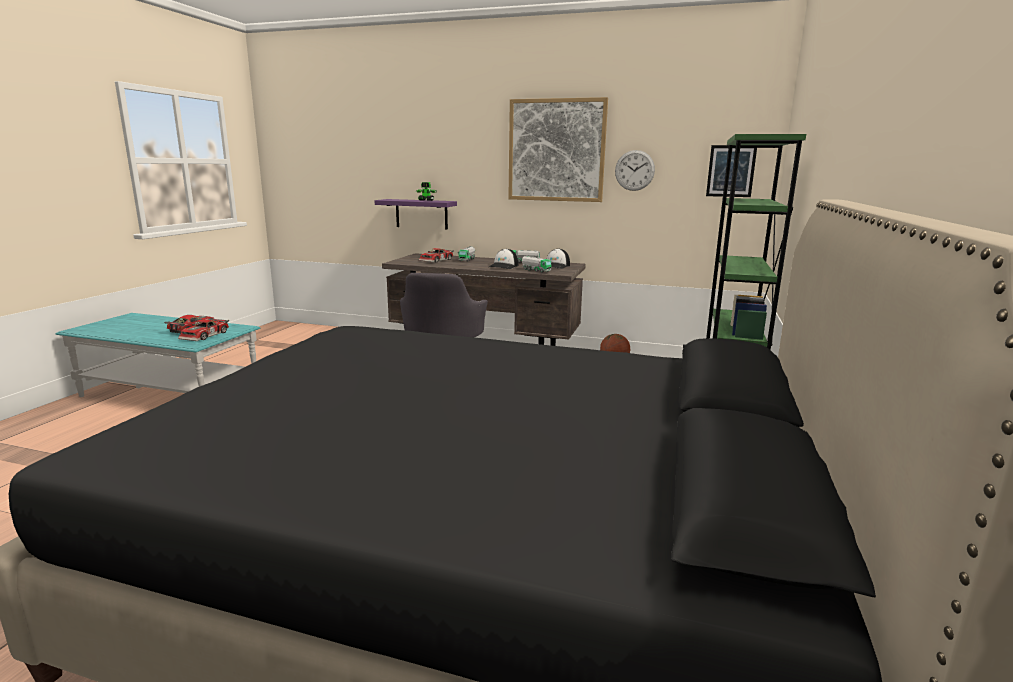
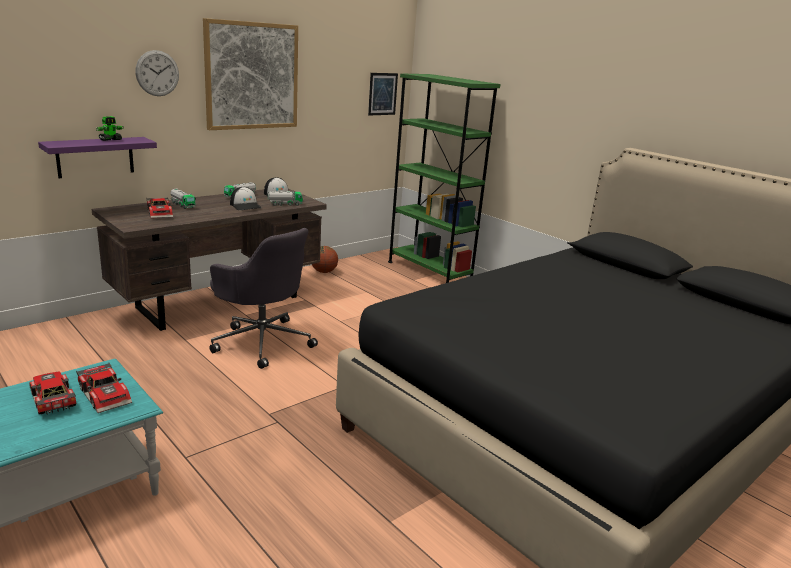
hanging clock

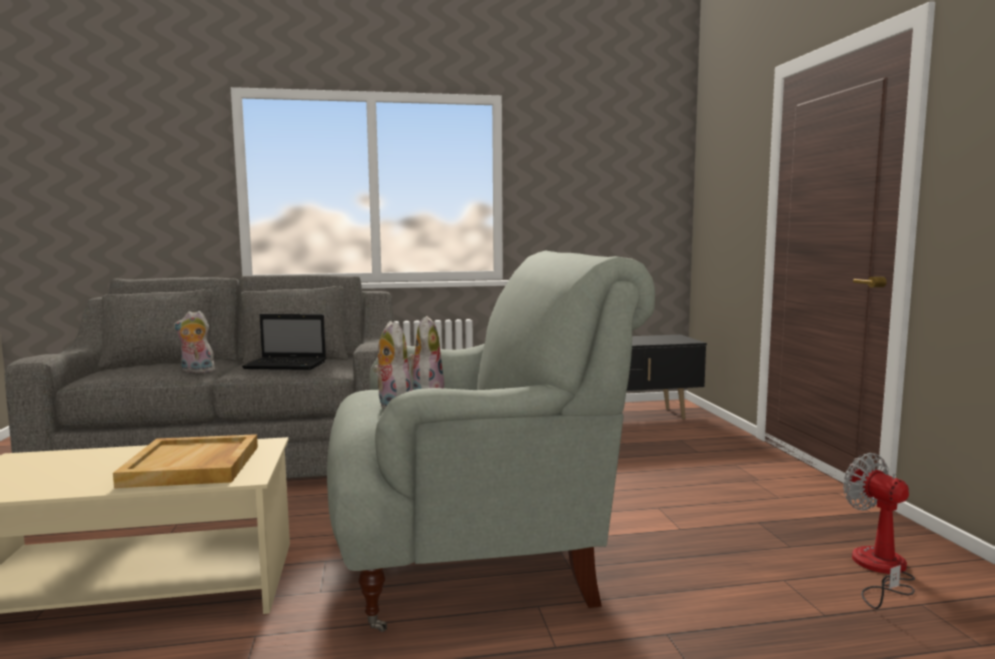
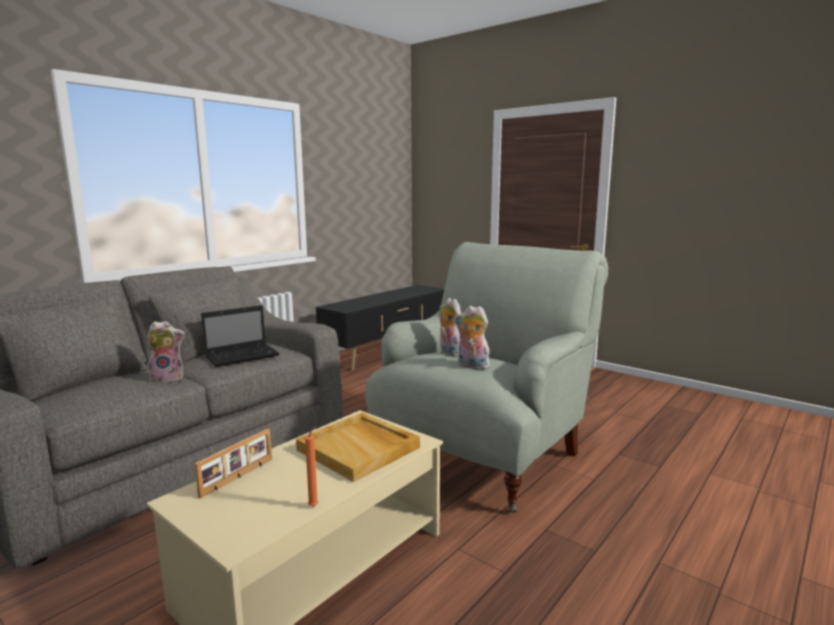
soft toy (1st from left)
fan
standing frame
orange wax light

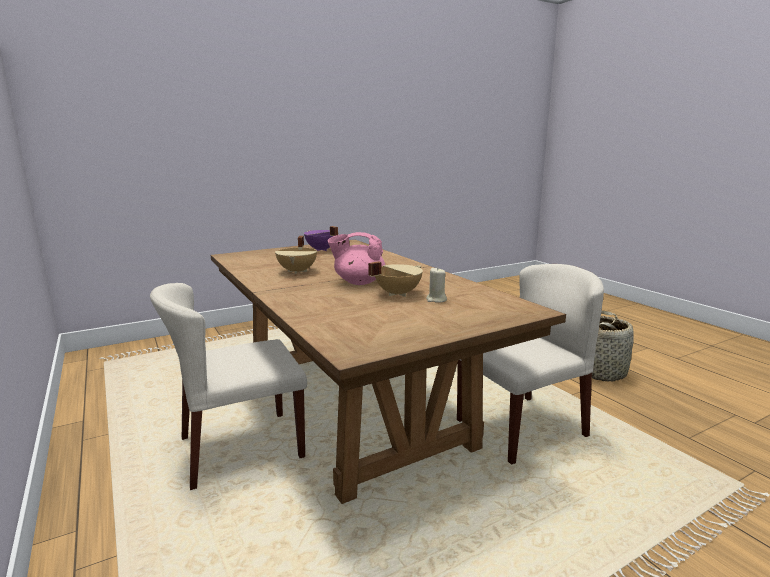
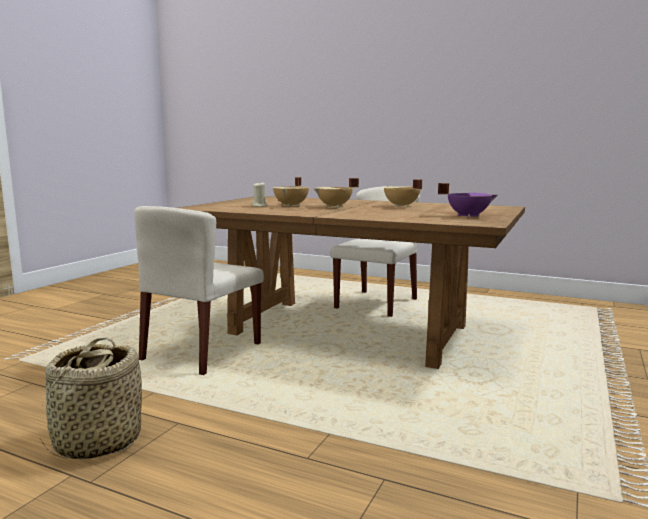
beige-coloured saucepot (2nd from left)

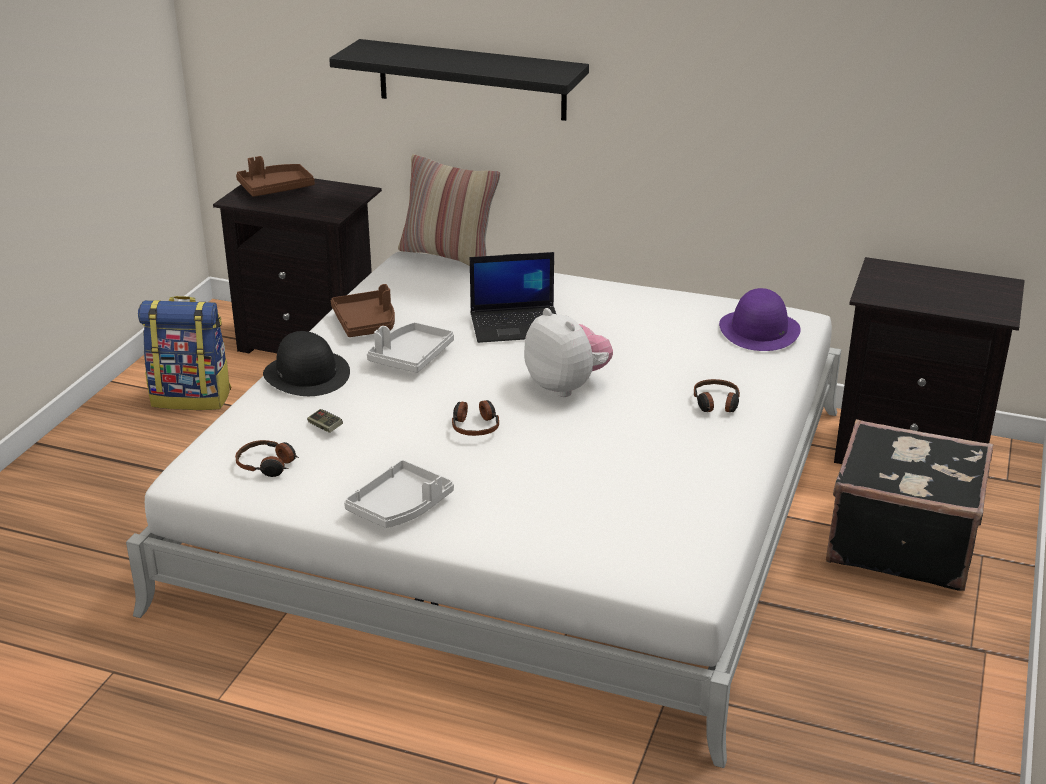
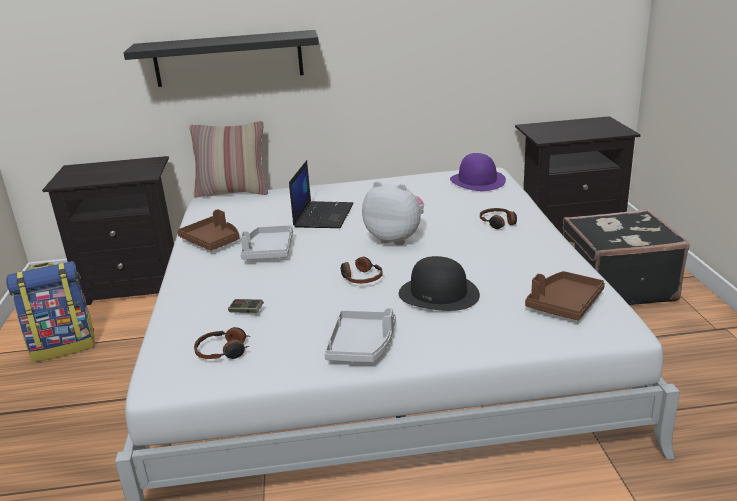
brown-coloured carrying tray (2nd from left)
blackish hat
laptop

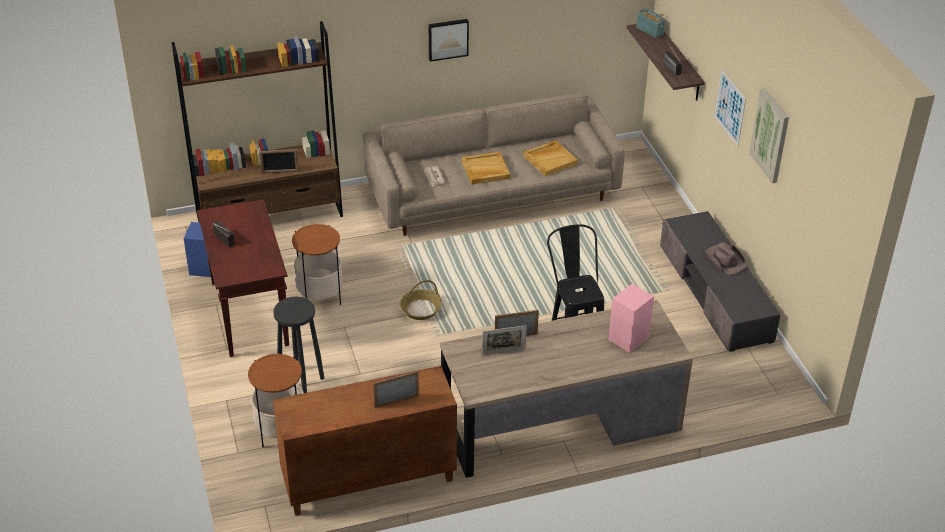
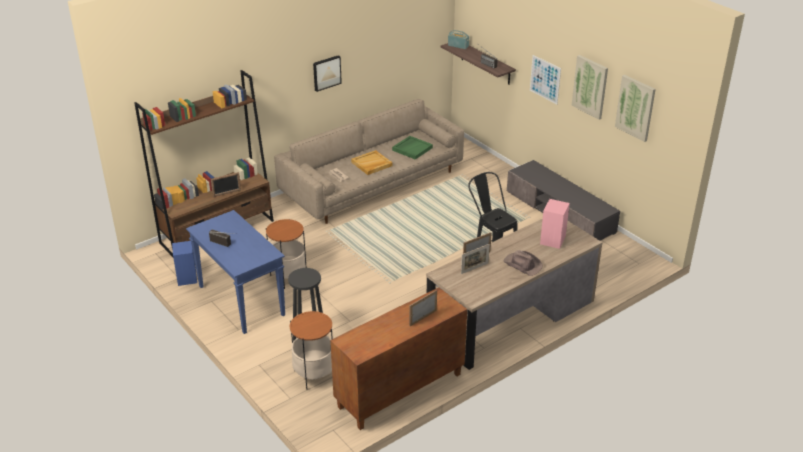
blue-coloured narrow table
basket
green carrying tray
brown-coloured hat
wall art (4th from left)

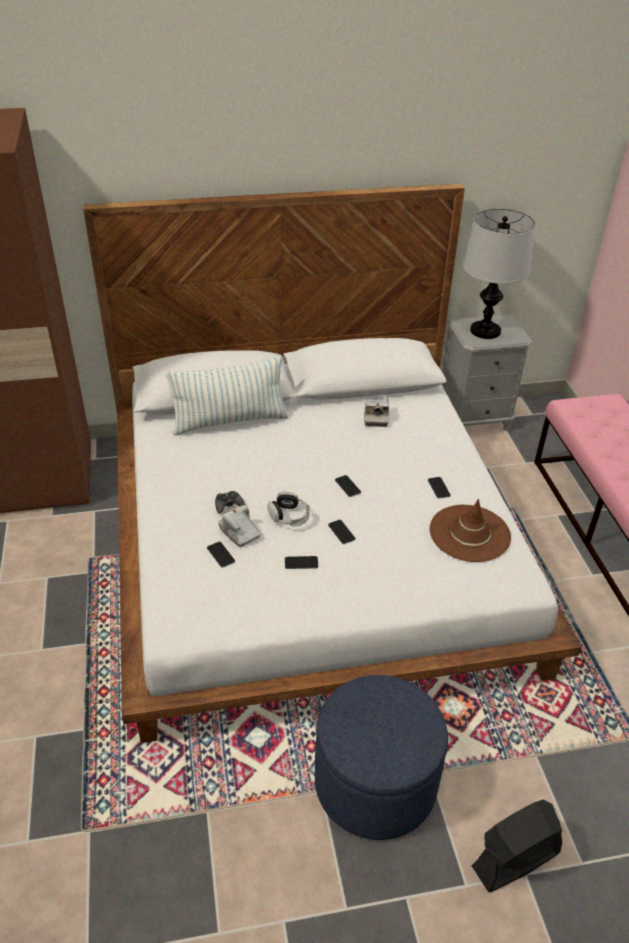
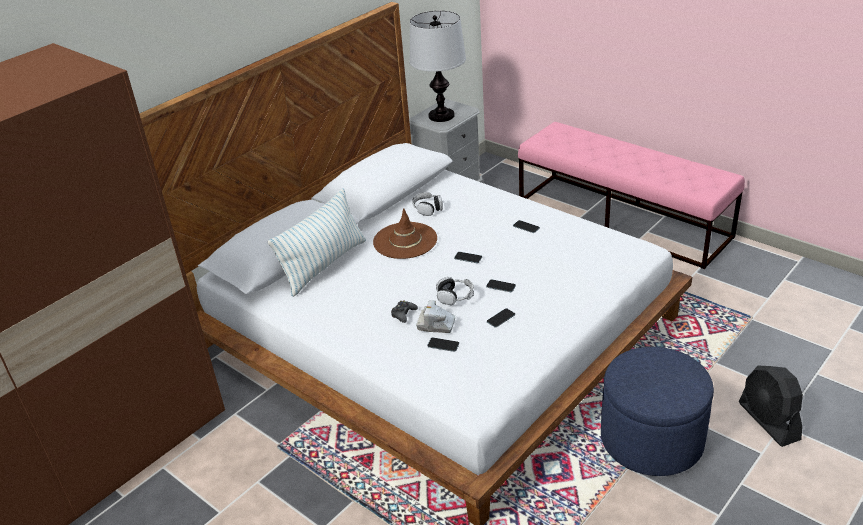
pair of headphones (1st from left)
brown-coloured hat
blackish fan

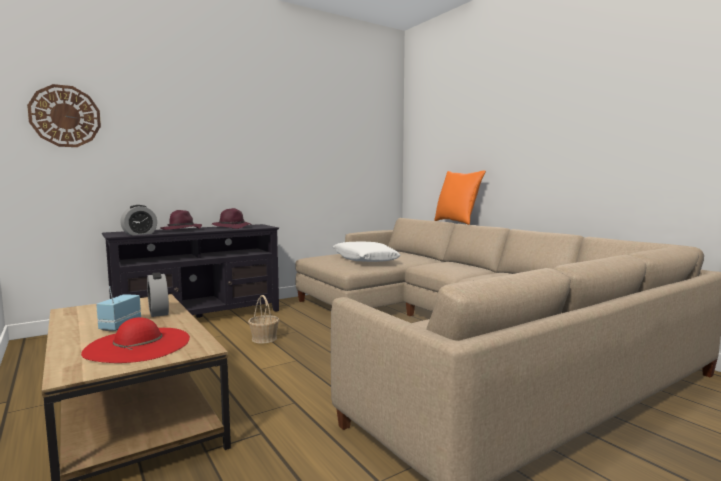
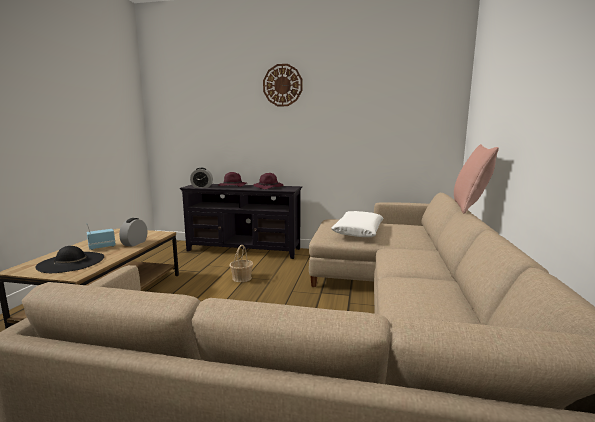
hanging clock
blackish hat
pink cushion

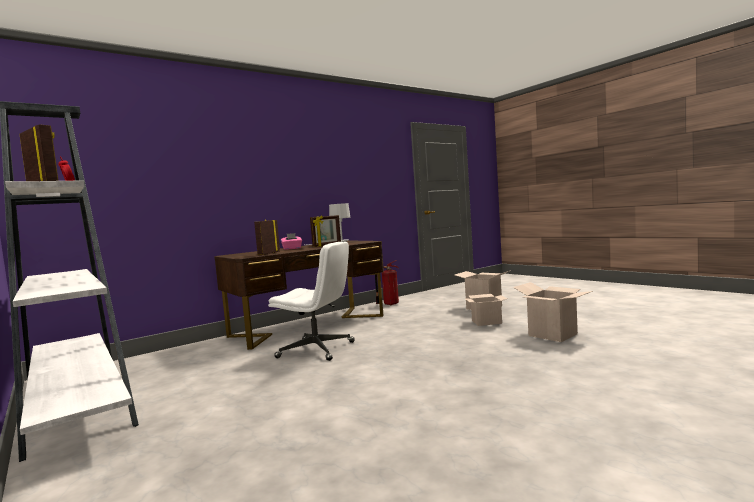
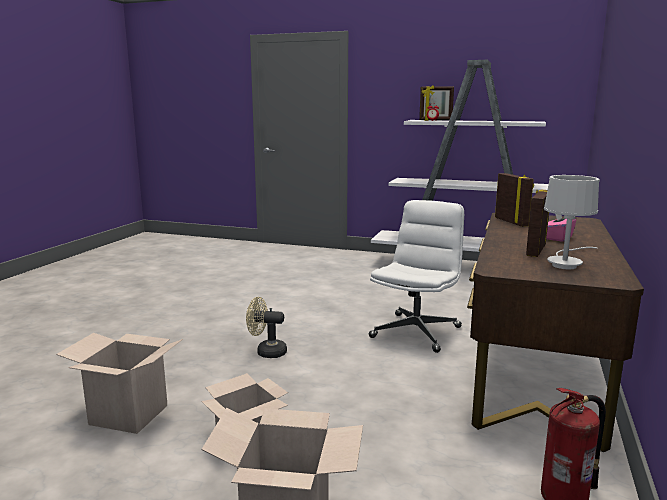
white-coloured office chair
beige-coloured fan

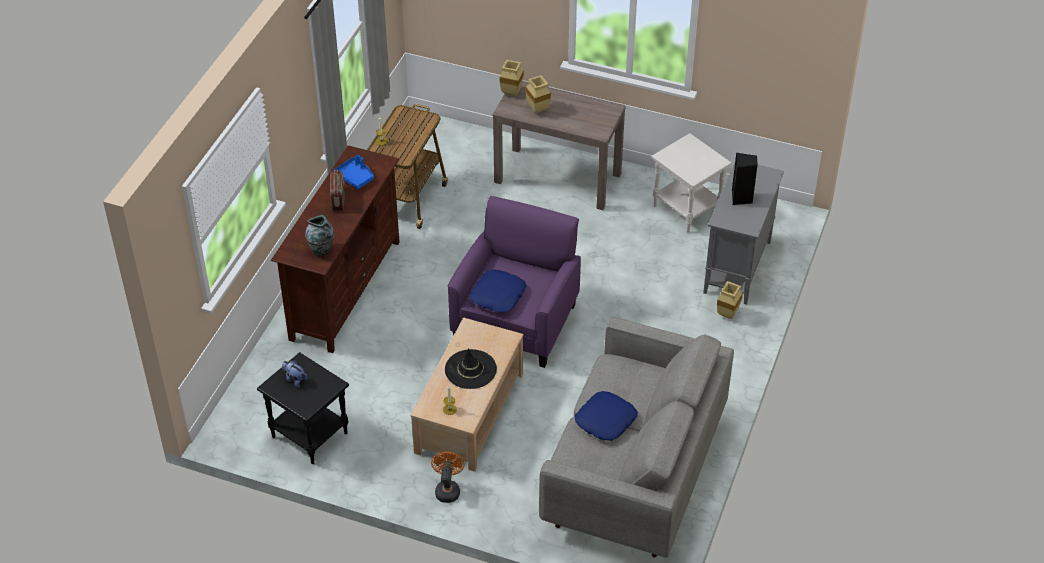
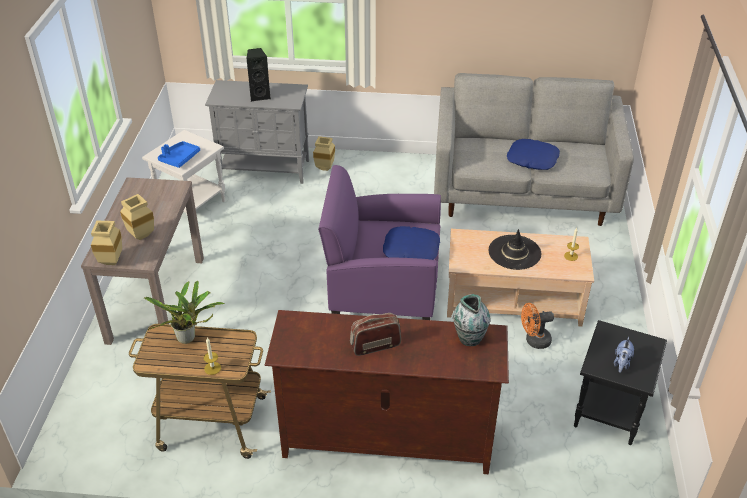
blue-coloured carrying tray
orange fan
potted plant

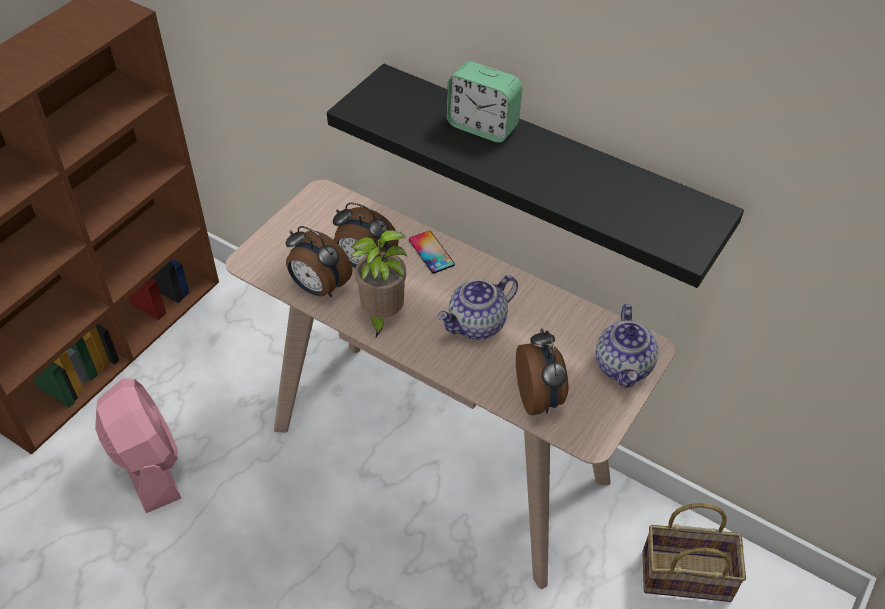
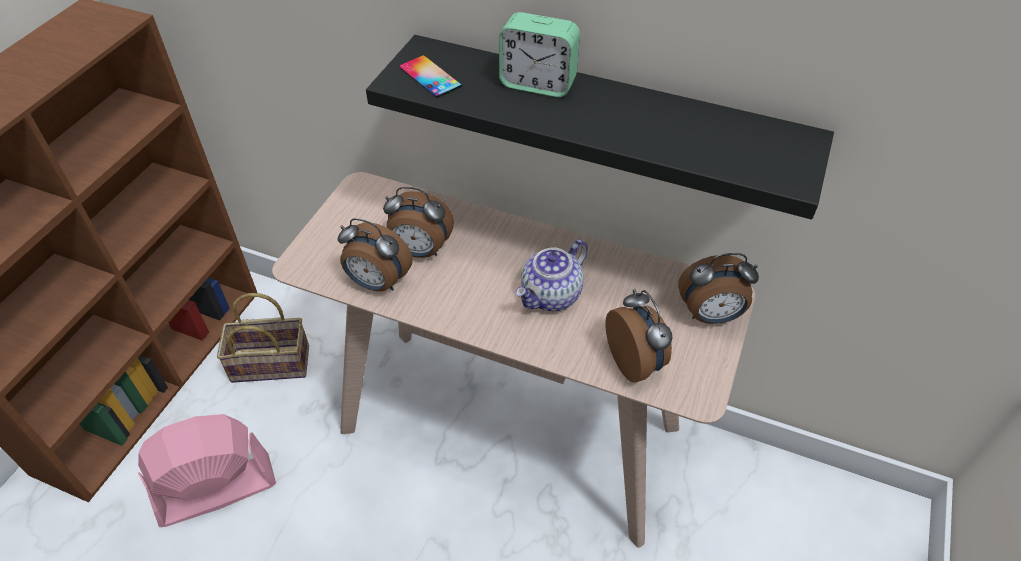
pink fan
potted plant
phone
alarm clock (5th from left)
basket

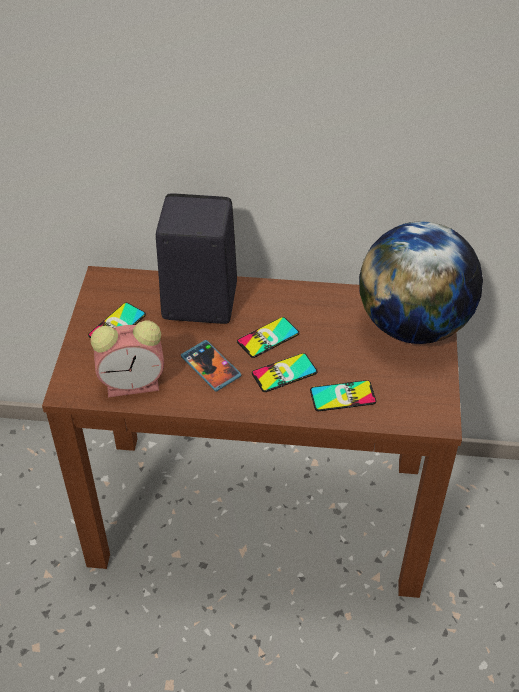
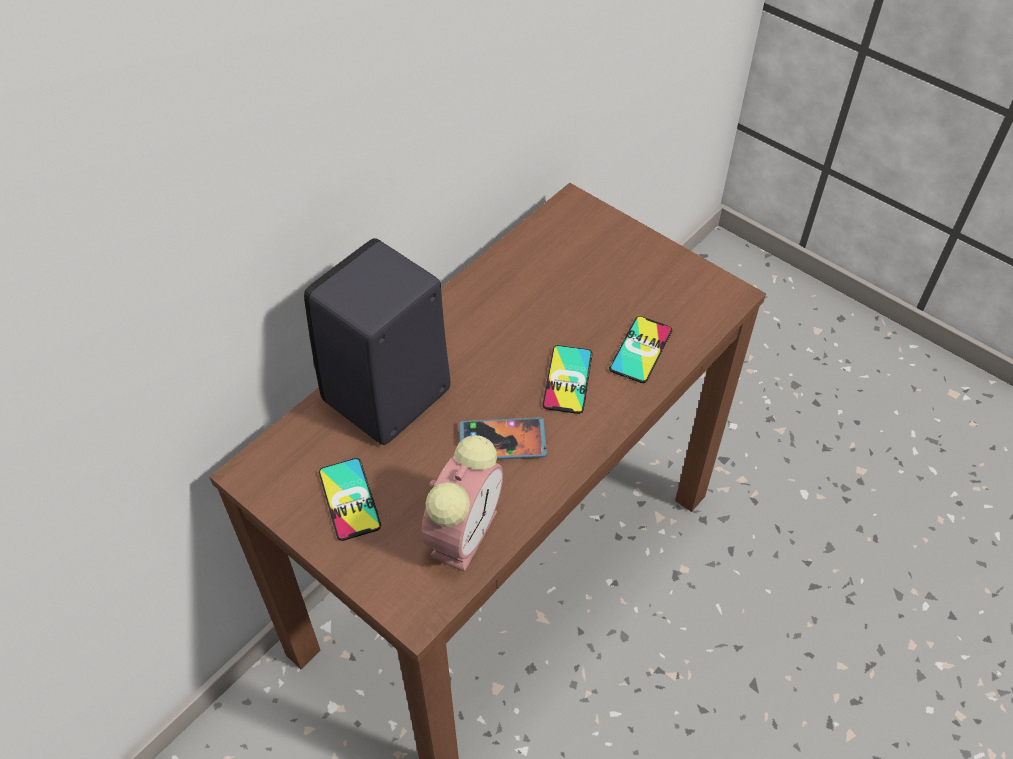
phone (3rd from left in the first image)
desk globe

